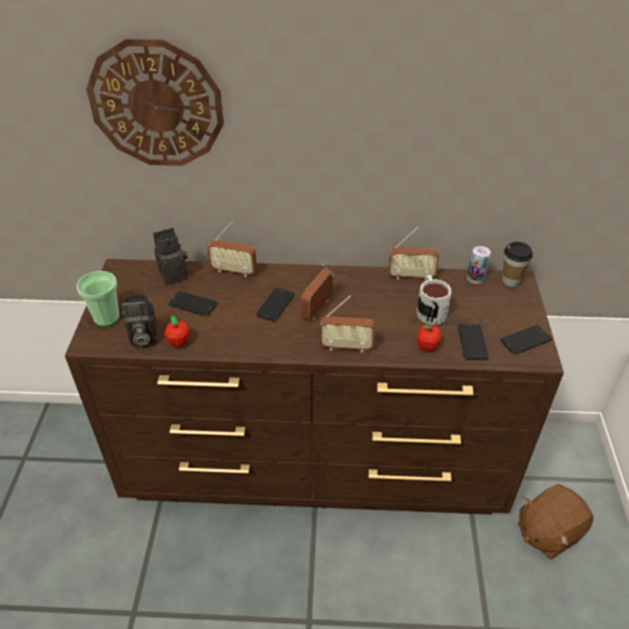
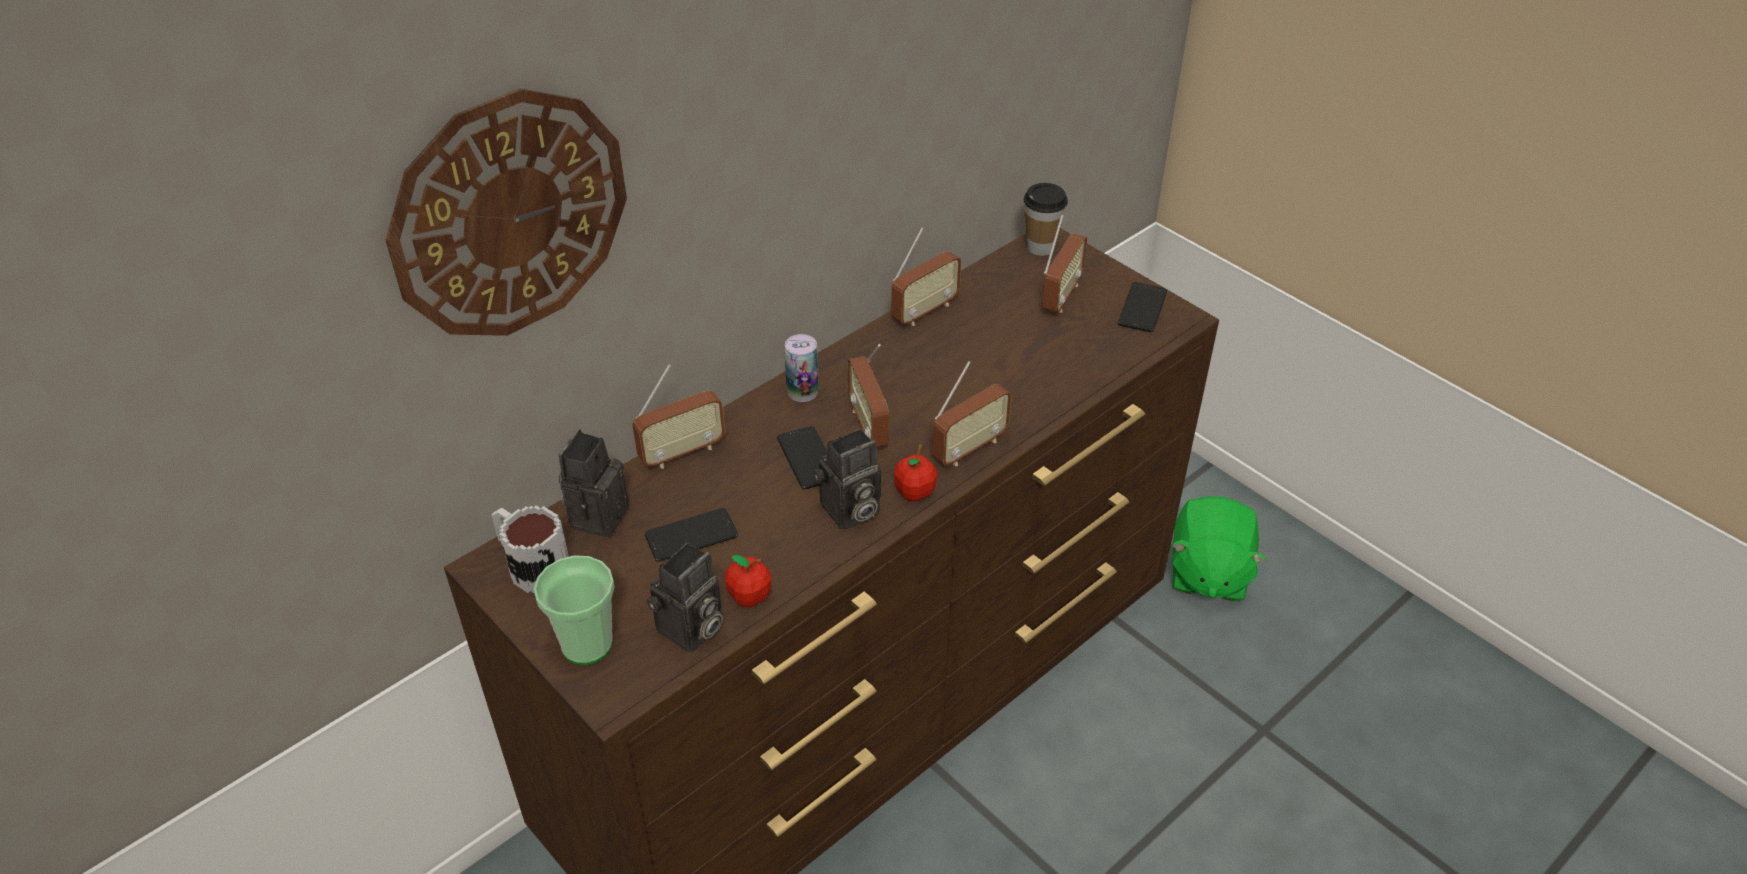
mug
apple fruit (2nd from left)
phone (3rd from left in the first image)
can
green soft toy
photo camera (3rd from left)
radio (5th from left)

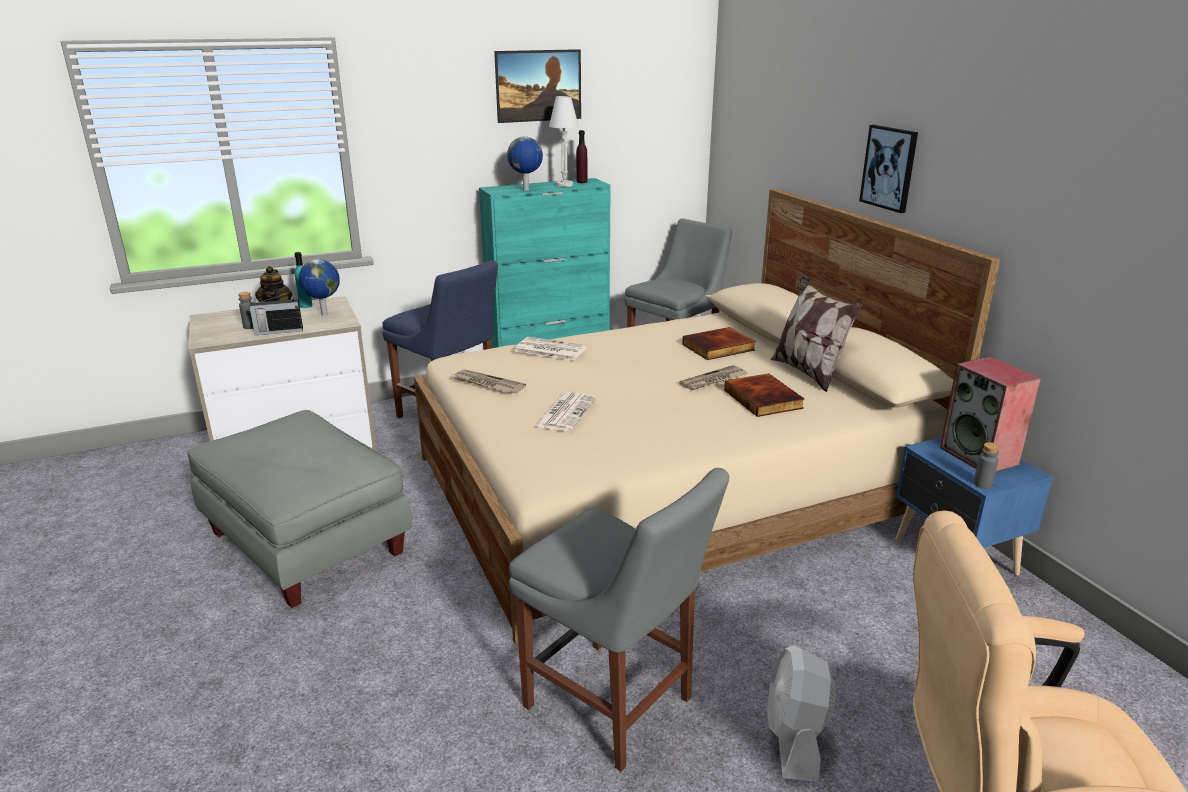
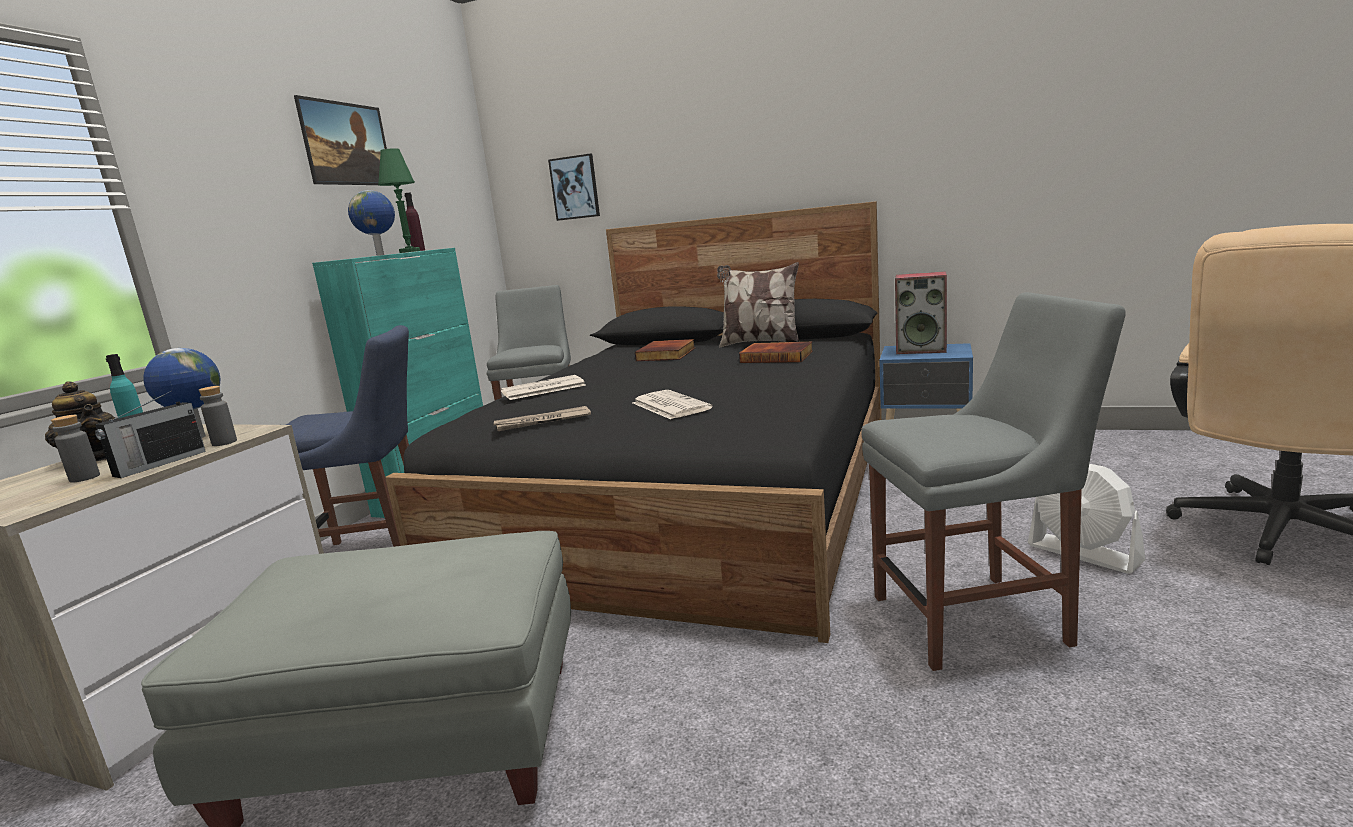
blackish bed
green tabletop lamp
daily paper (4th from left in the first image)
wall art (2nd from left)
gray beverage bottle (2nd from left)

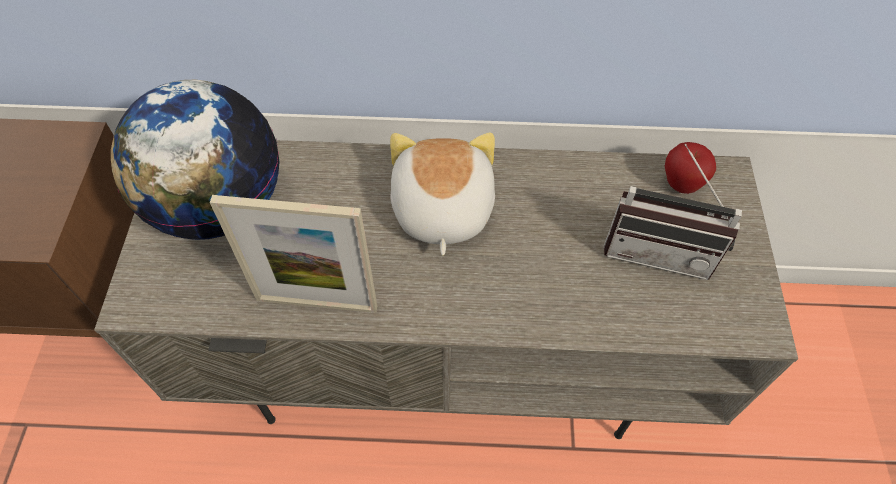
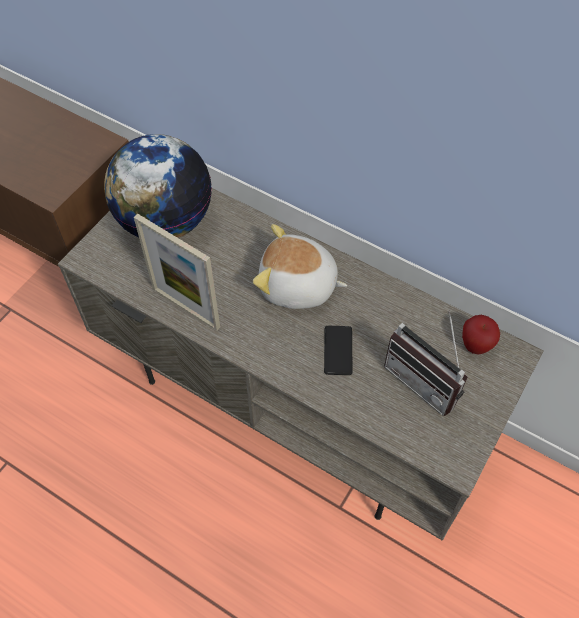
soft toy
phone

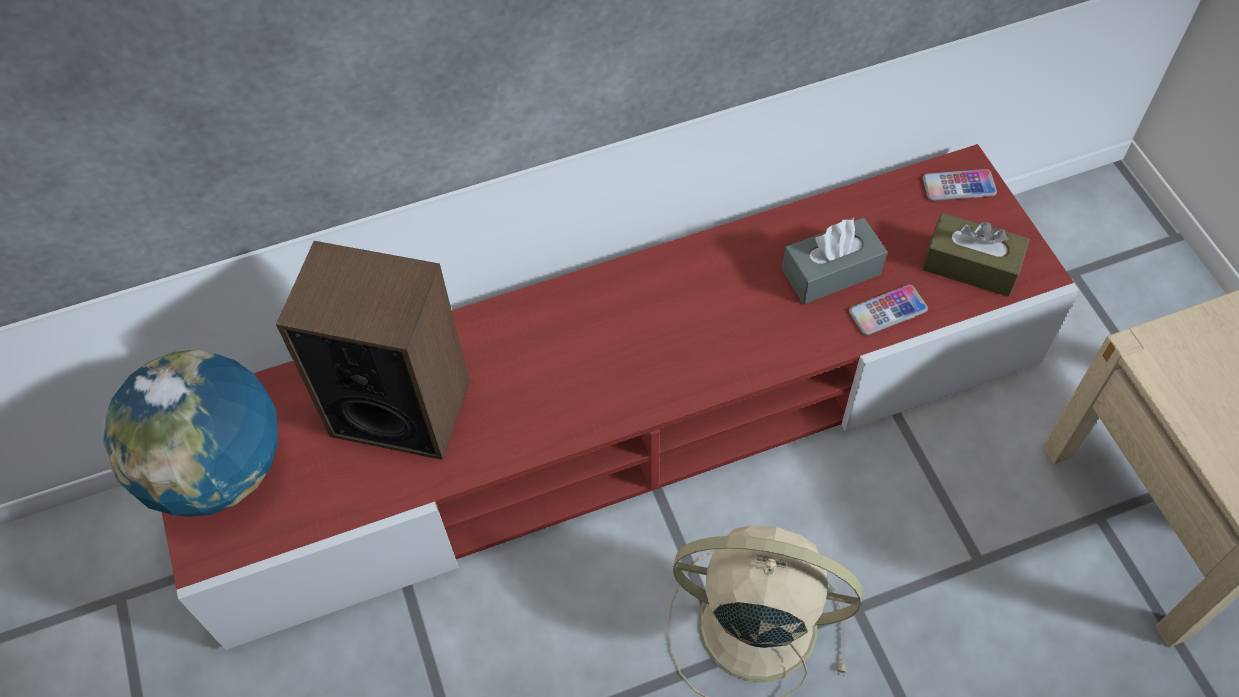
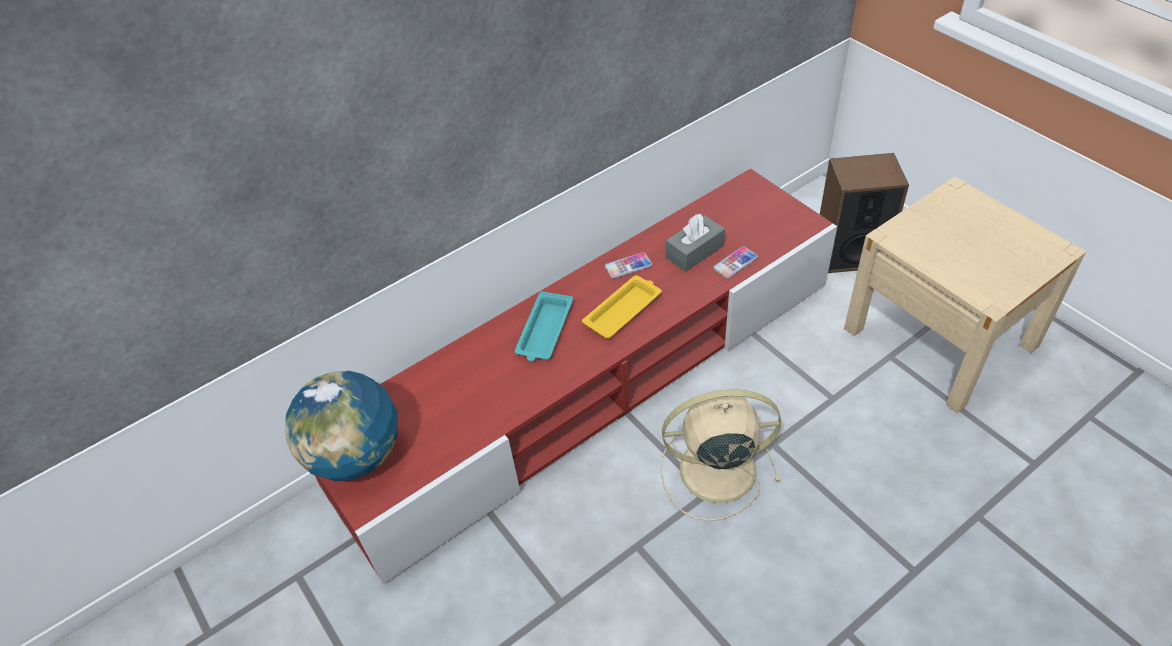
speaker
brown-coloured box of tissues
phone (1st from left)
turquoise-coloured carrying tray
yellow carrying tray

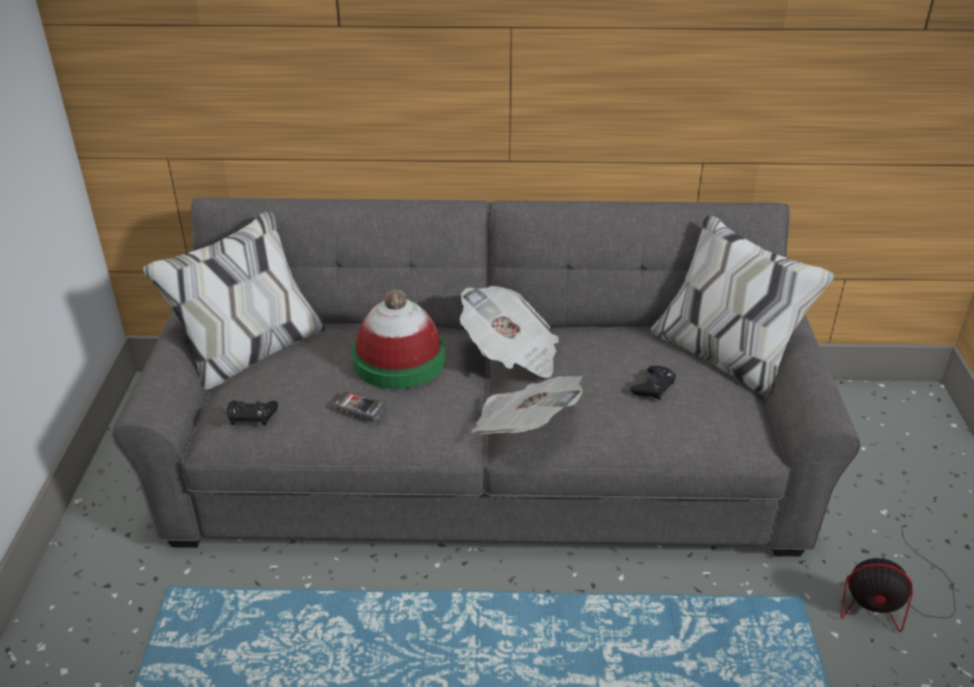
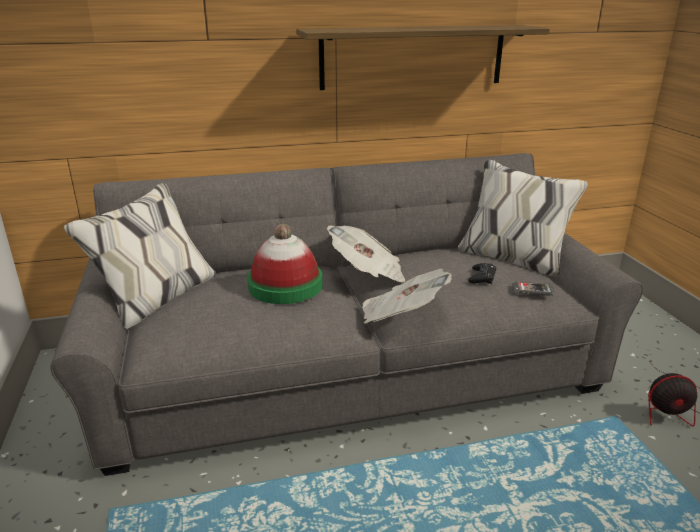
blackish game controller (1st from left in the first image)
phone
wall shelf

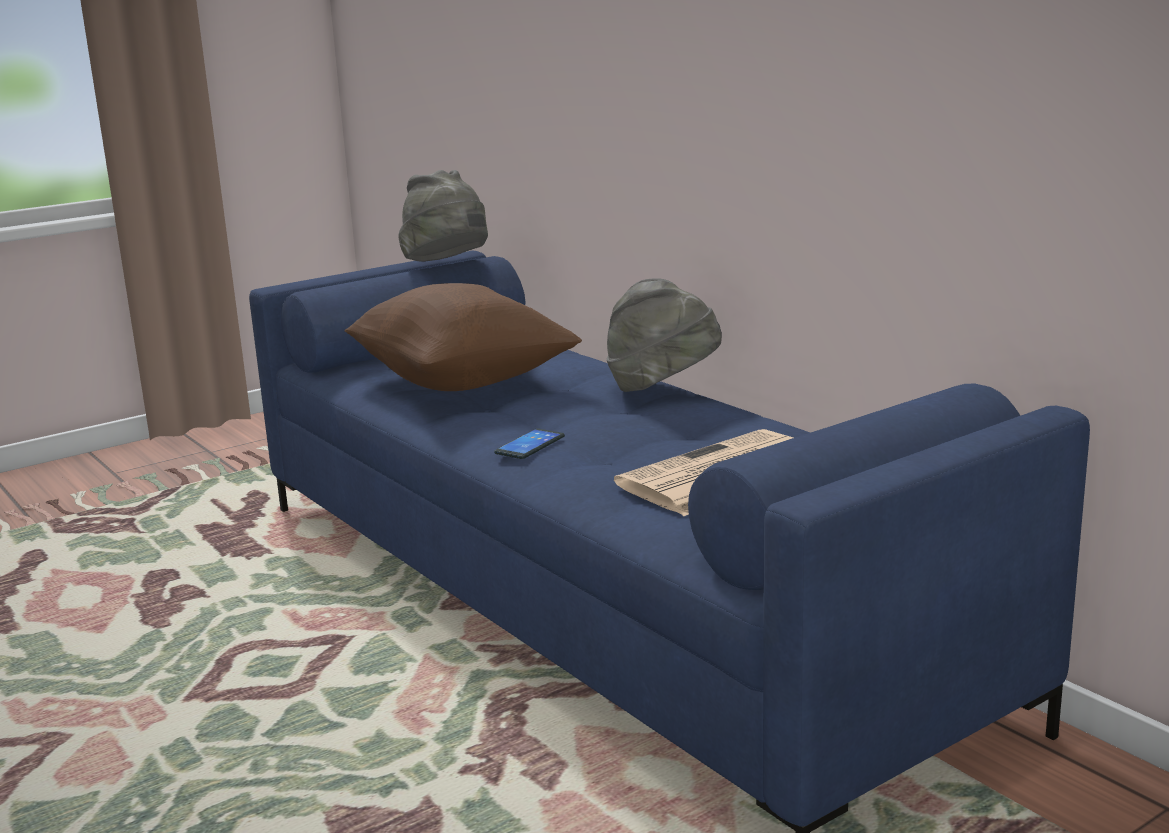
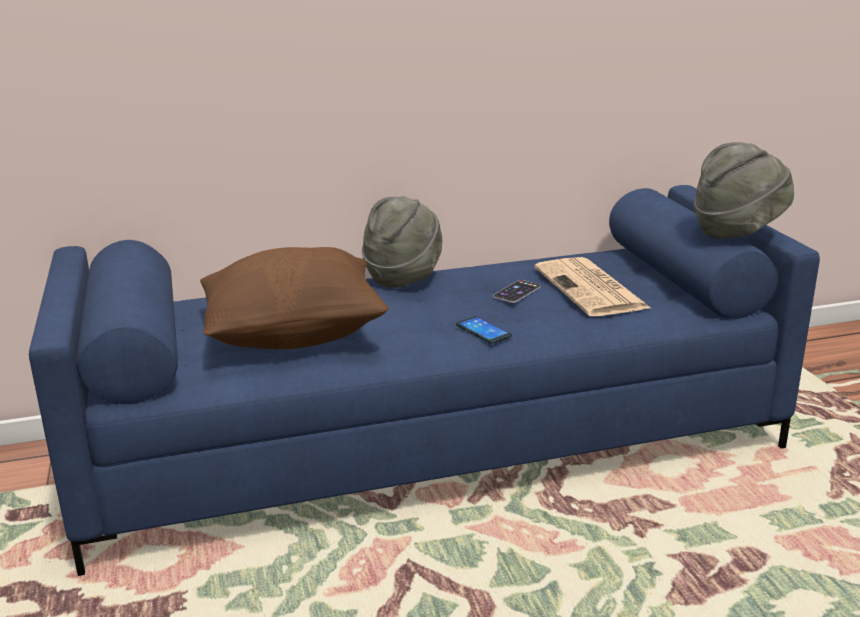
gray hat (2nd from left)
phone (2nd from left)

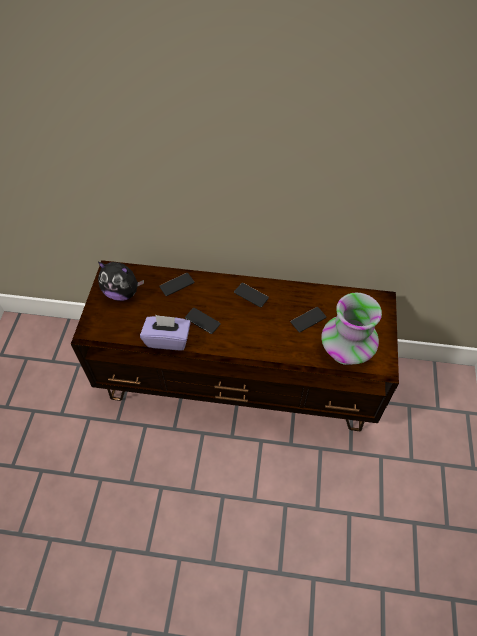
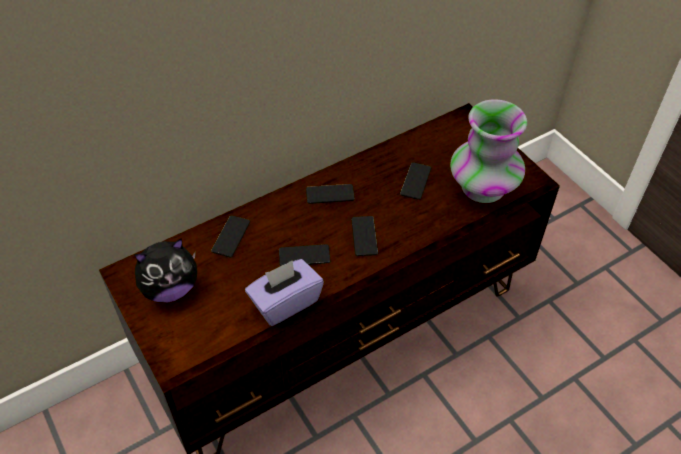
phone (4th from left)

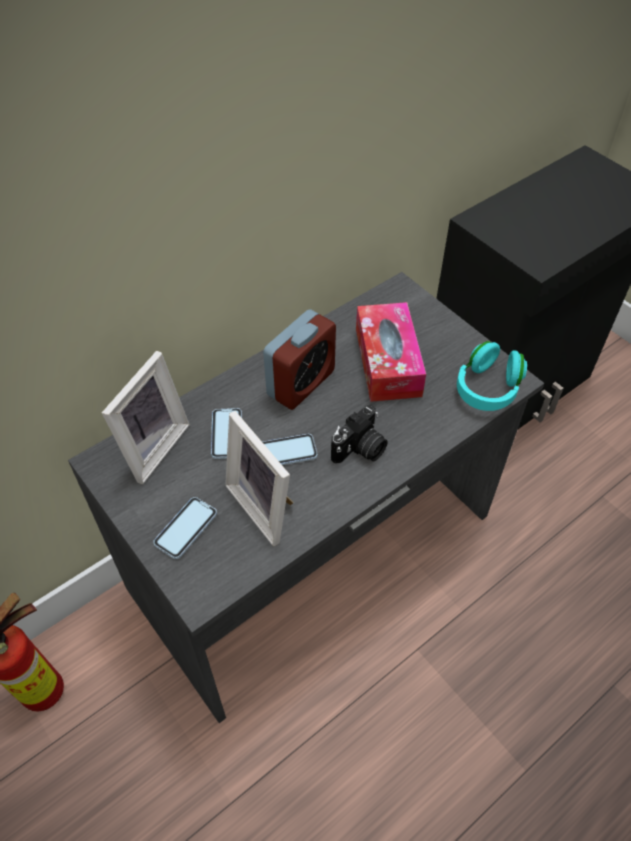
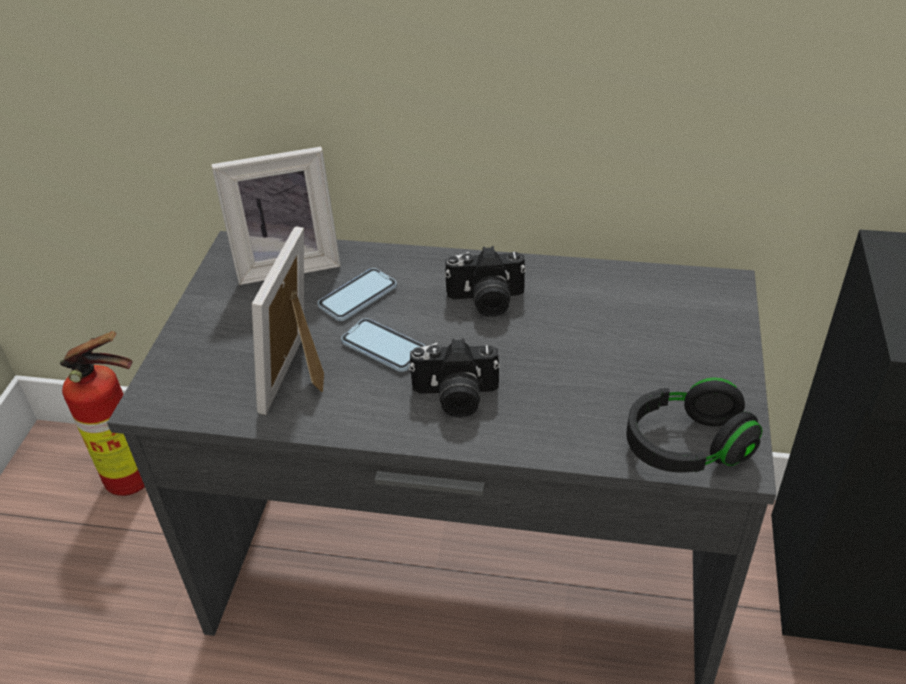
phone (1st from left in the first image)
photo camera (2nd from left)
box of tissues
blackish pair of headphones

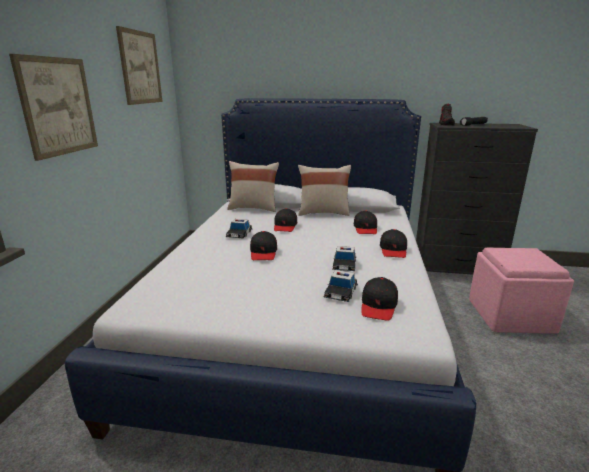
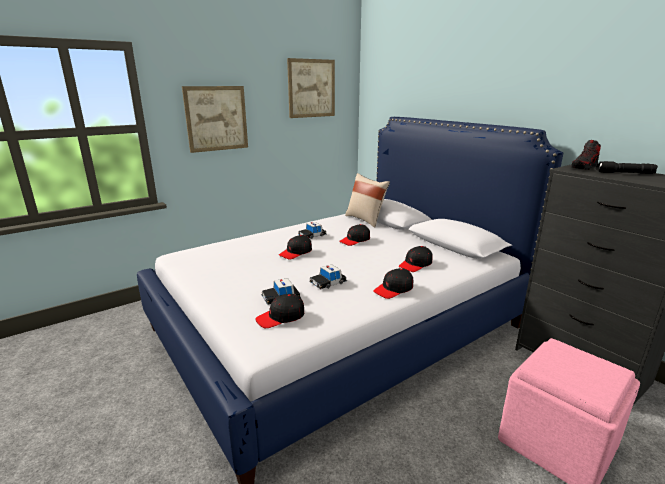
beige-coloured cushion (2nd from left in the first image)

